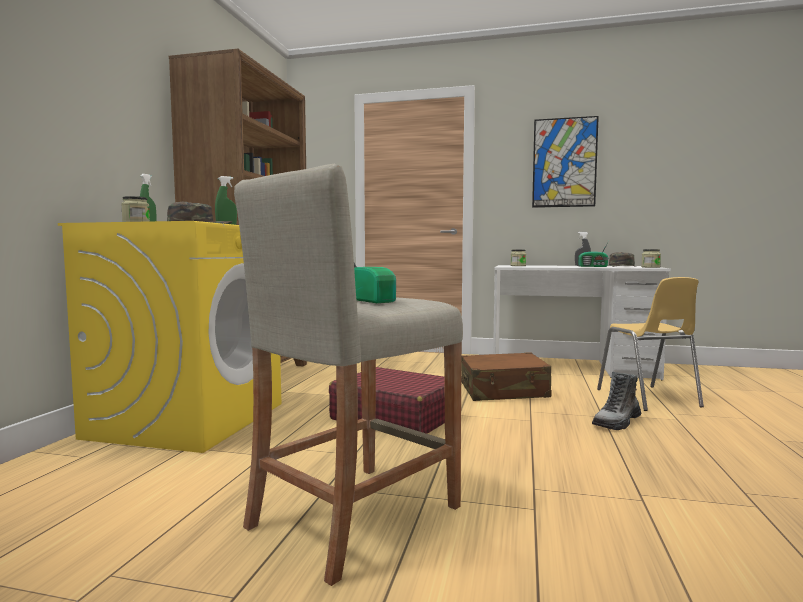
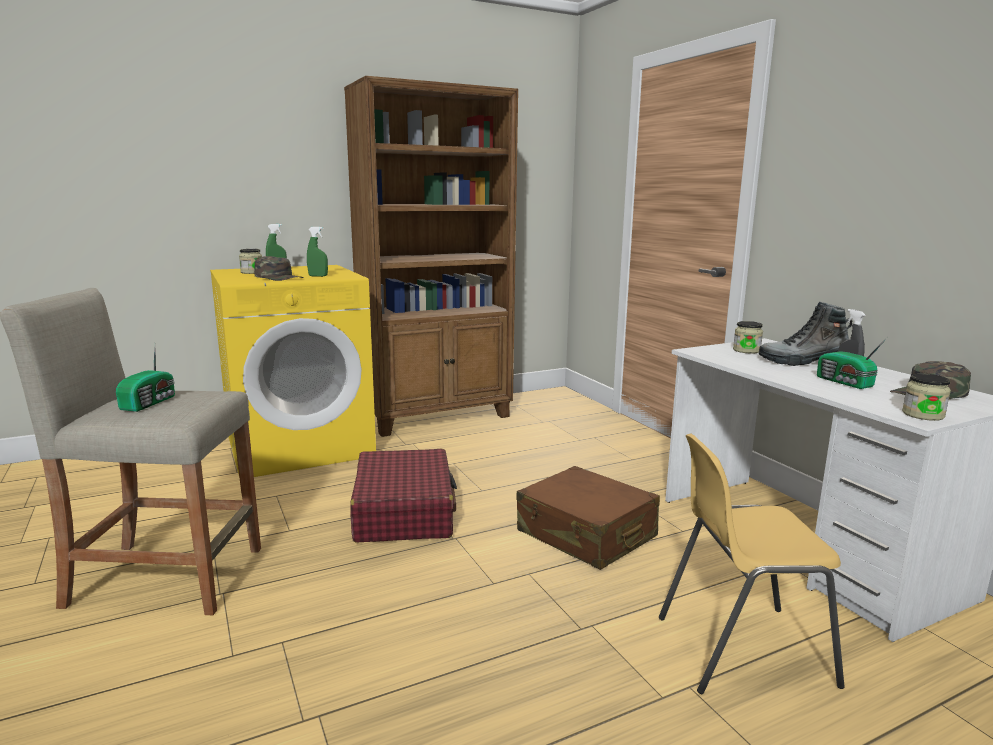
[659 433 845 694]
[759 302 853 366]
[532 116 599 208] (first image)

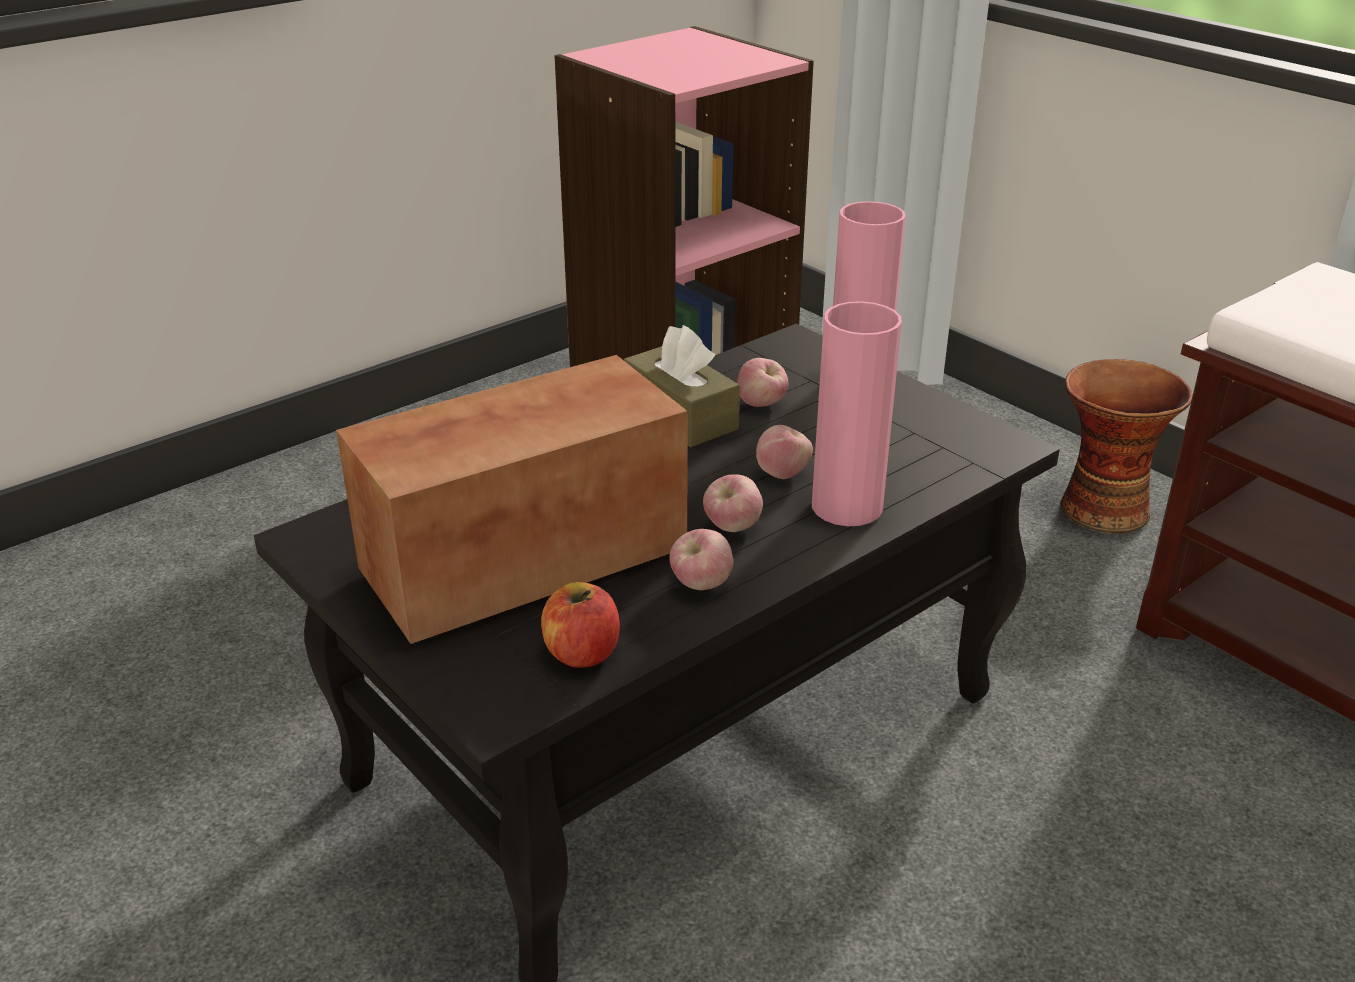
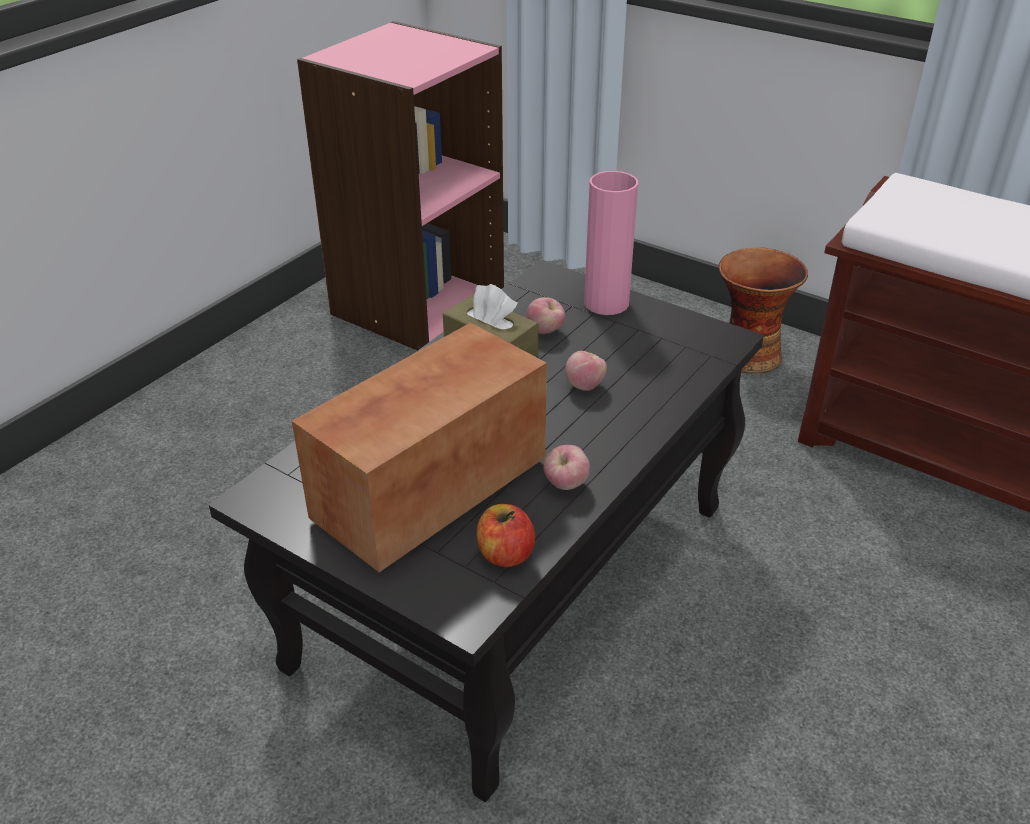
[703 474 763 532] (first image)
[812 301 902 526] (first image)

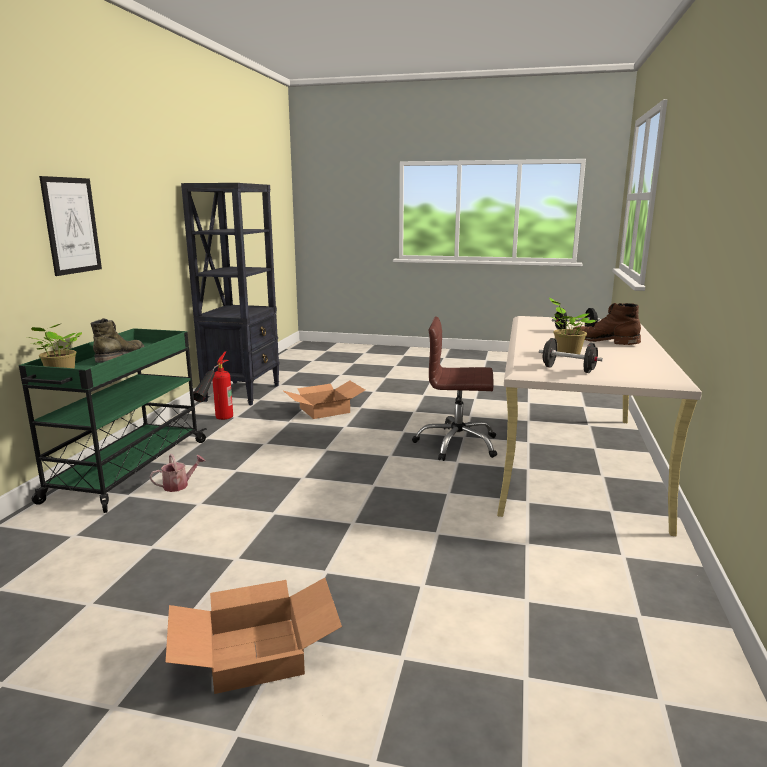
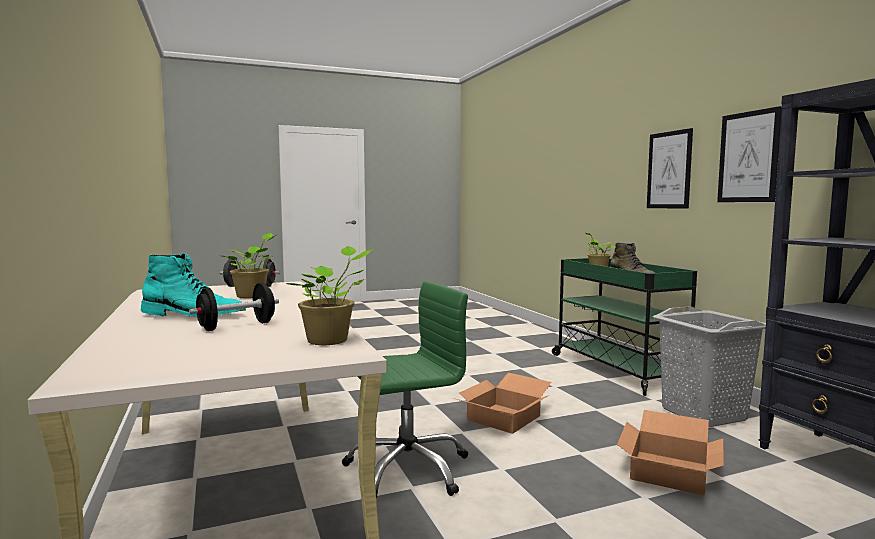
[141 253 246 316]
[285 246 373 345]
[342 281 468 499]
[453 373 551 434]
[653 306 766 427]
[717 106 782 202]
[150 454 205 492] (first image)

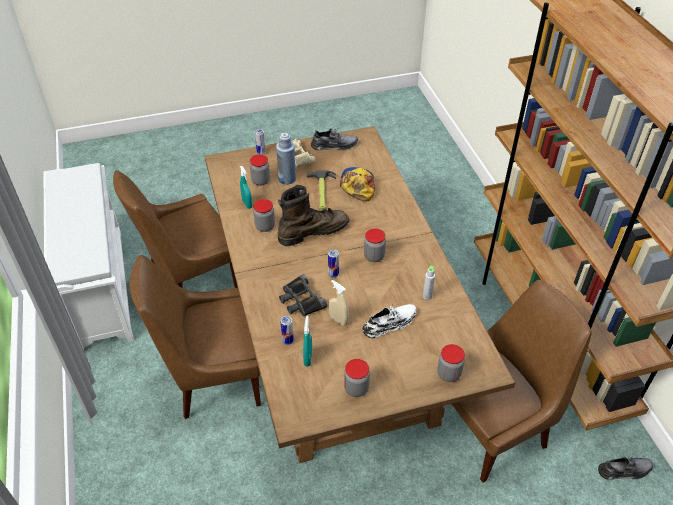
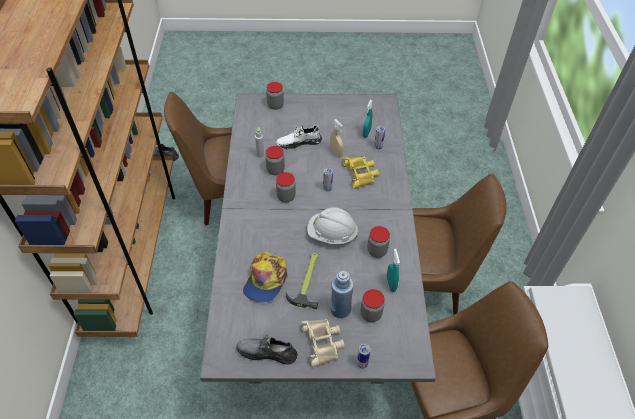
[200 93 436 384]
[265 146 285 175]
[307 207 358 244]
[342 156 379 189]

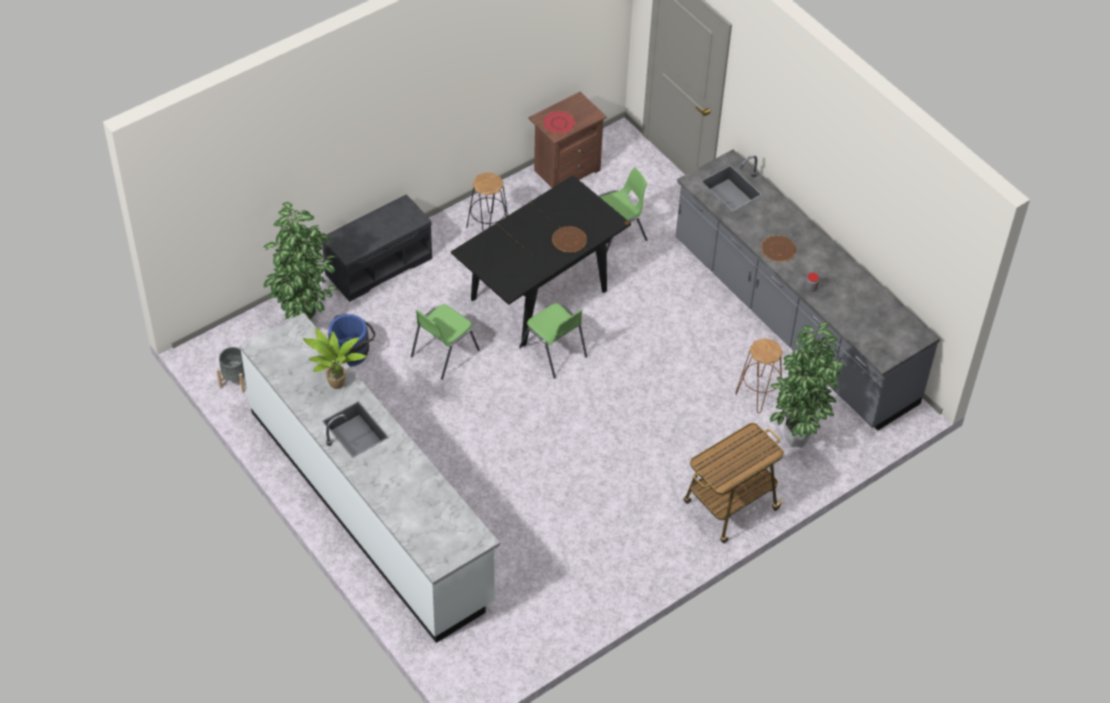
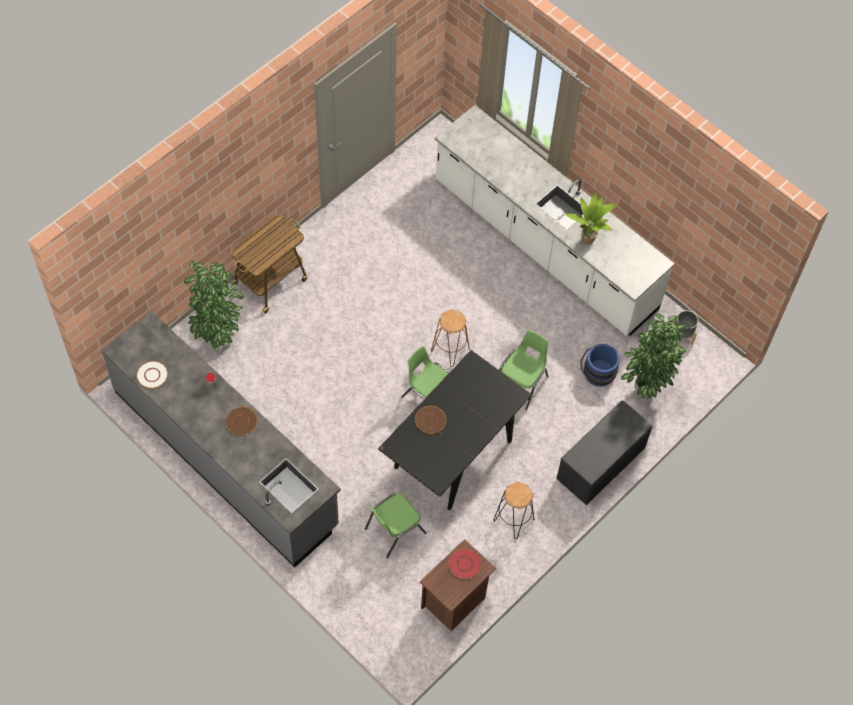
[136 361 168 389]
[431 309 470 367]

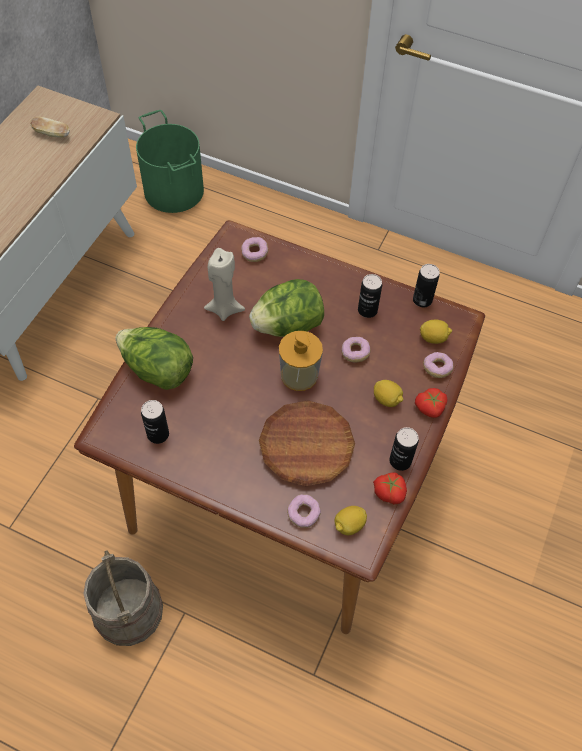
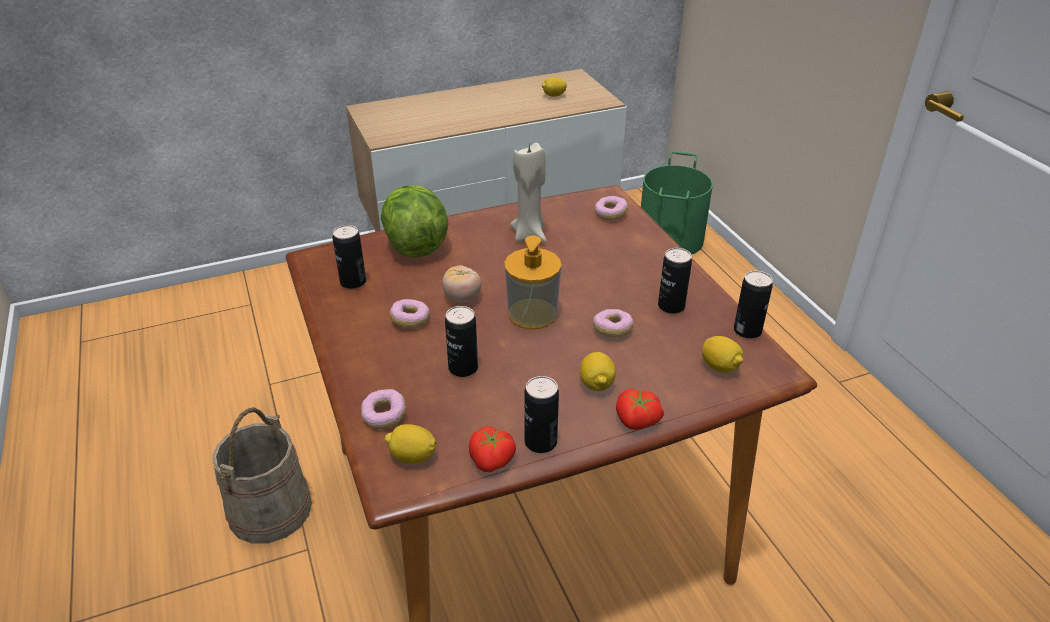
[390 299 430 328]
[442 265 481 303]
[445 306 478 377]
[542 77 567 97]
[249 279 324 337] (first image)

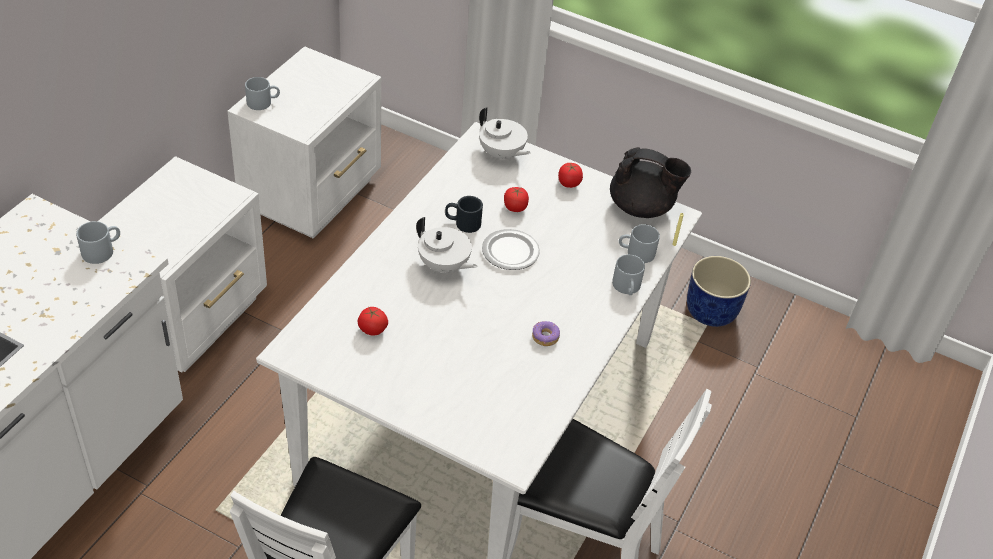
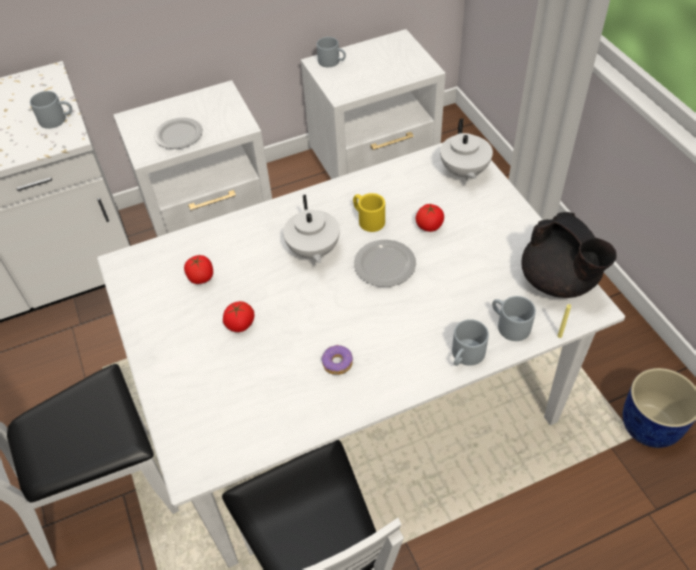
[154 118 203 149]
[223 301 255 332]
[353 193 385 232]

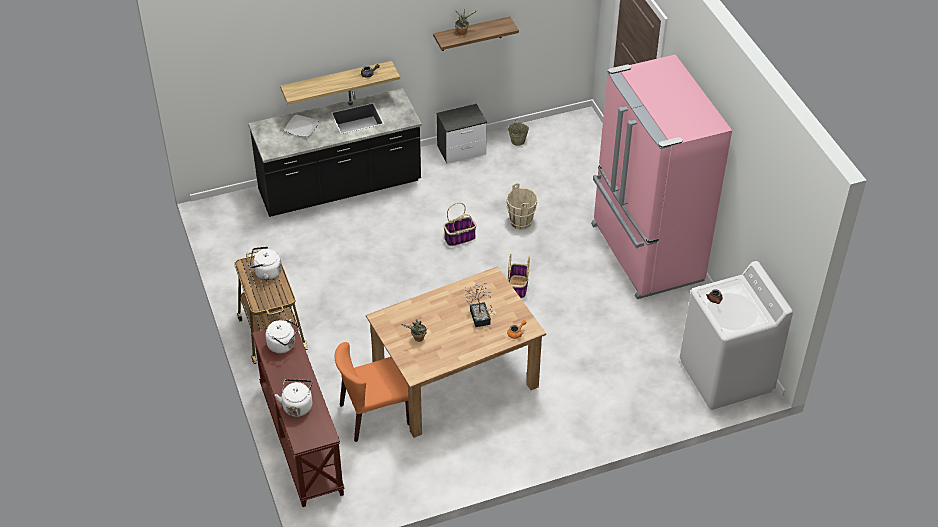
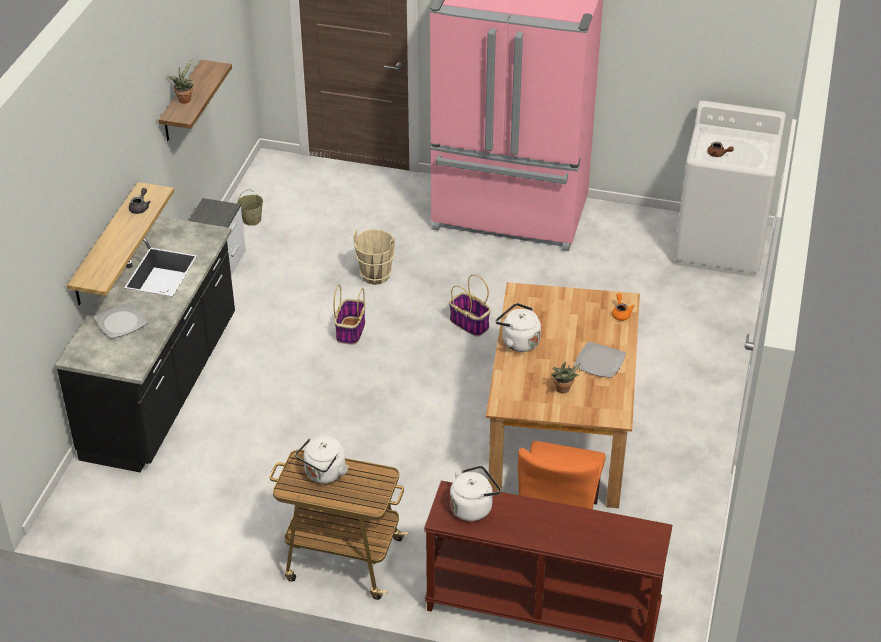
[496 303 541 352]
[574 342 626 378]
[463 283 495 327] (first image)

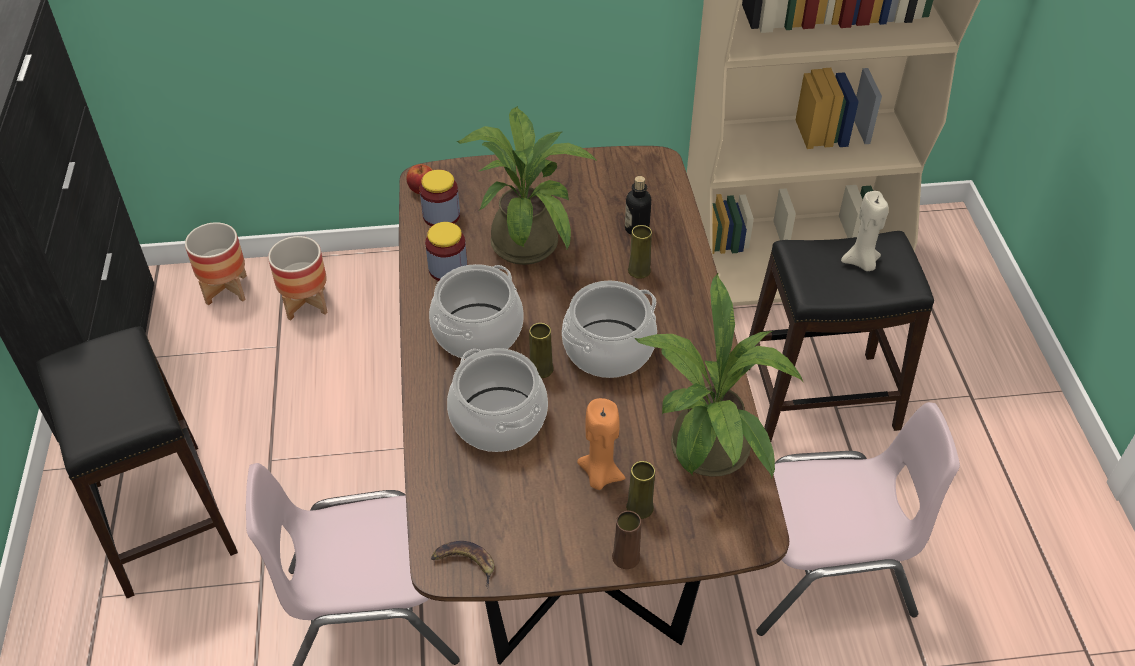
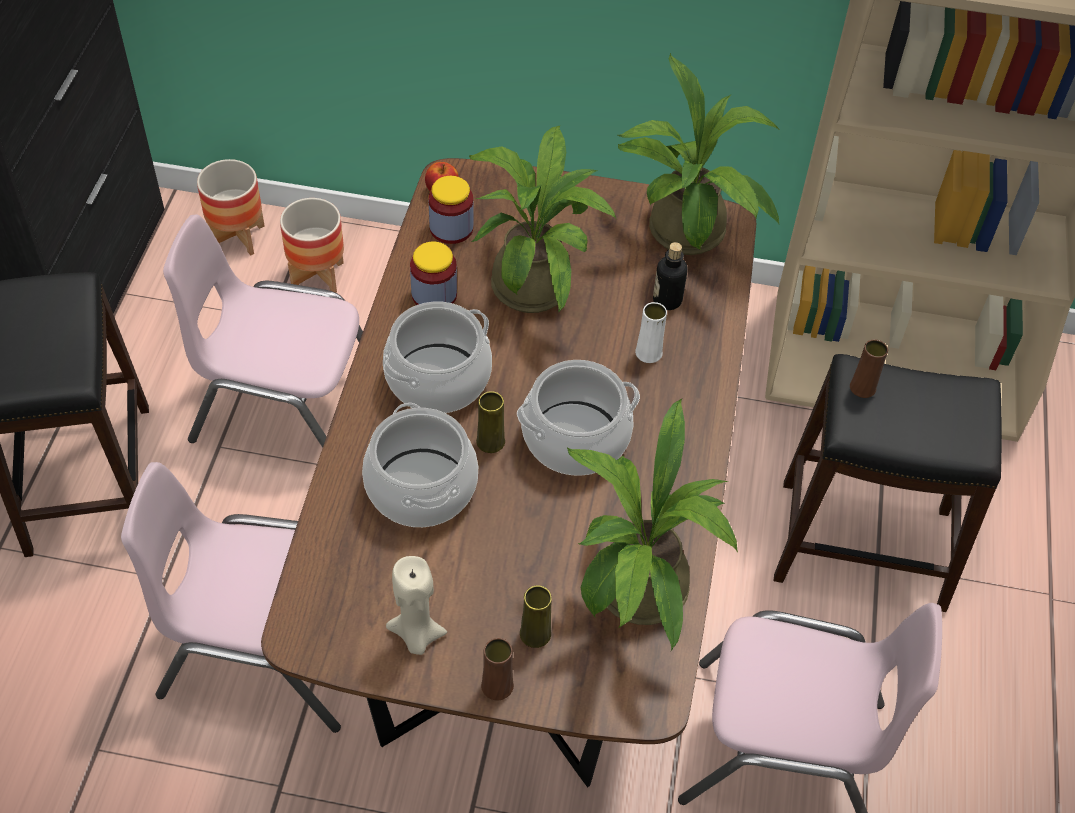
[163 215 363 447]
[386 556 447 655]
[618 53 780 255]
[635 302 667 363]
[850 339 888 398]
[431 541 494 588] (first image)
[577 398 626 490] (first image)

